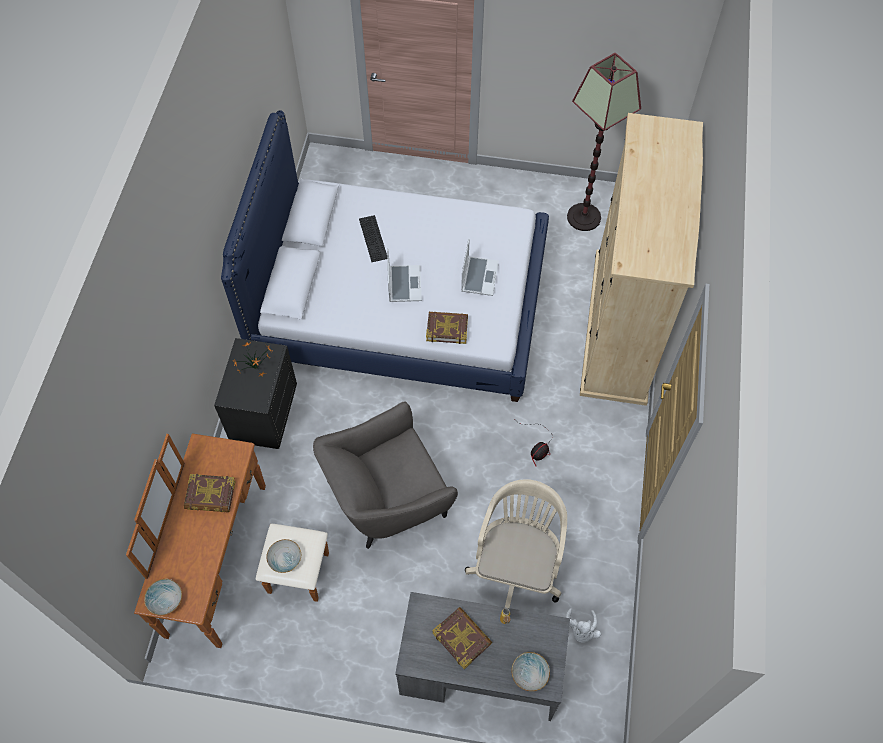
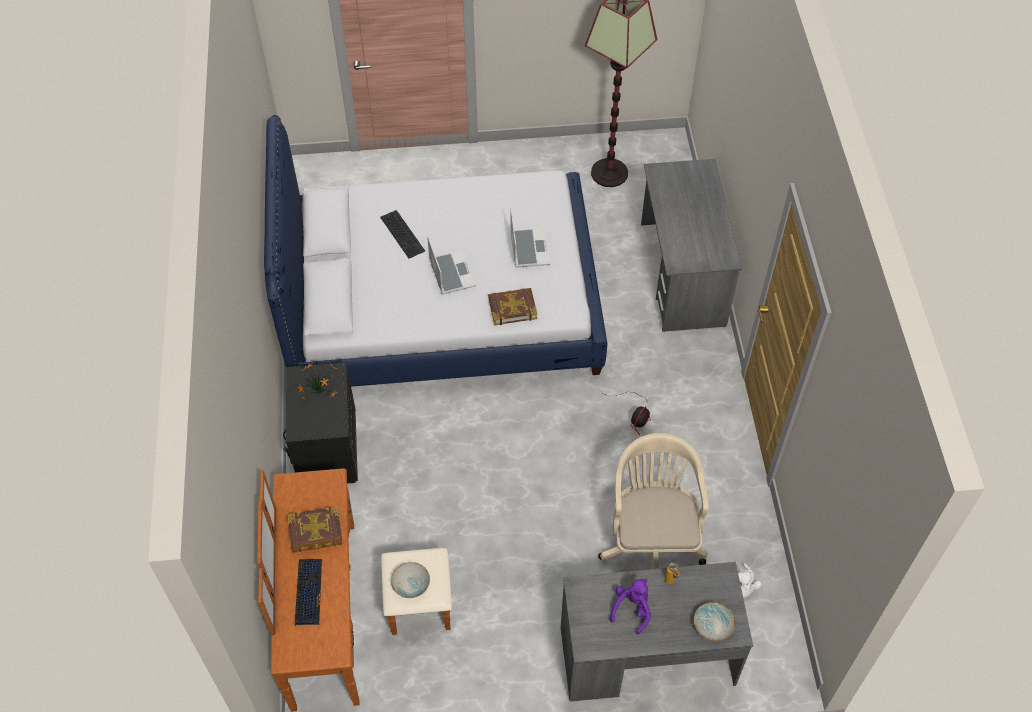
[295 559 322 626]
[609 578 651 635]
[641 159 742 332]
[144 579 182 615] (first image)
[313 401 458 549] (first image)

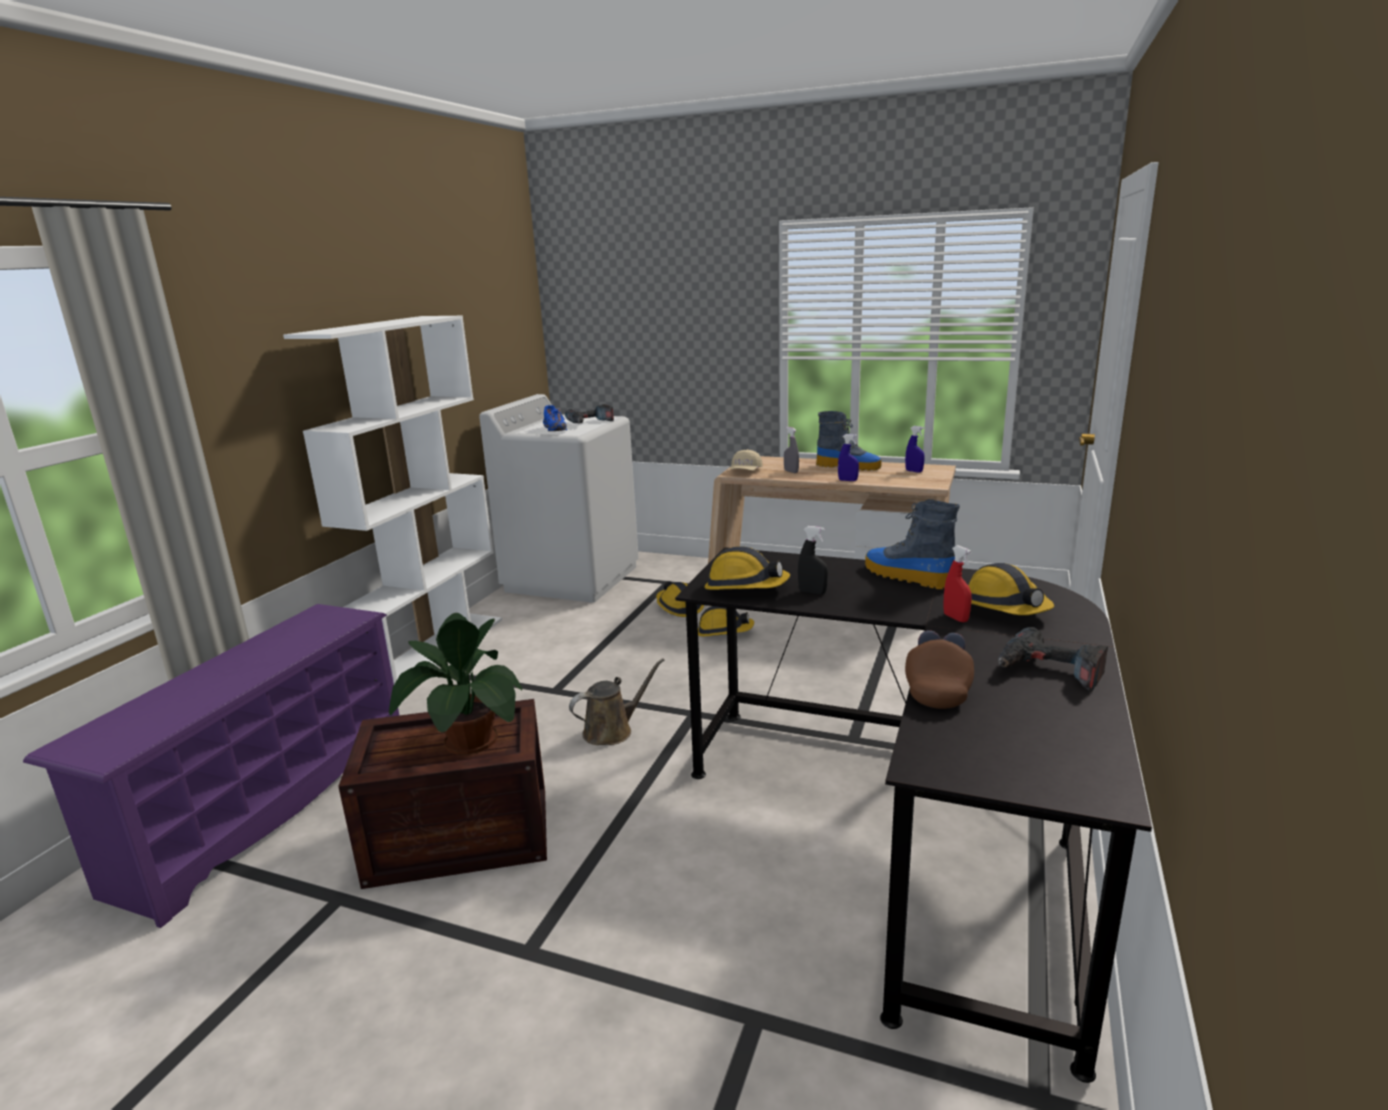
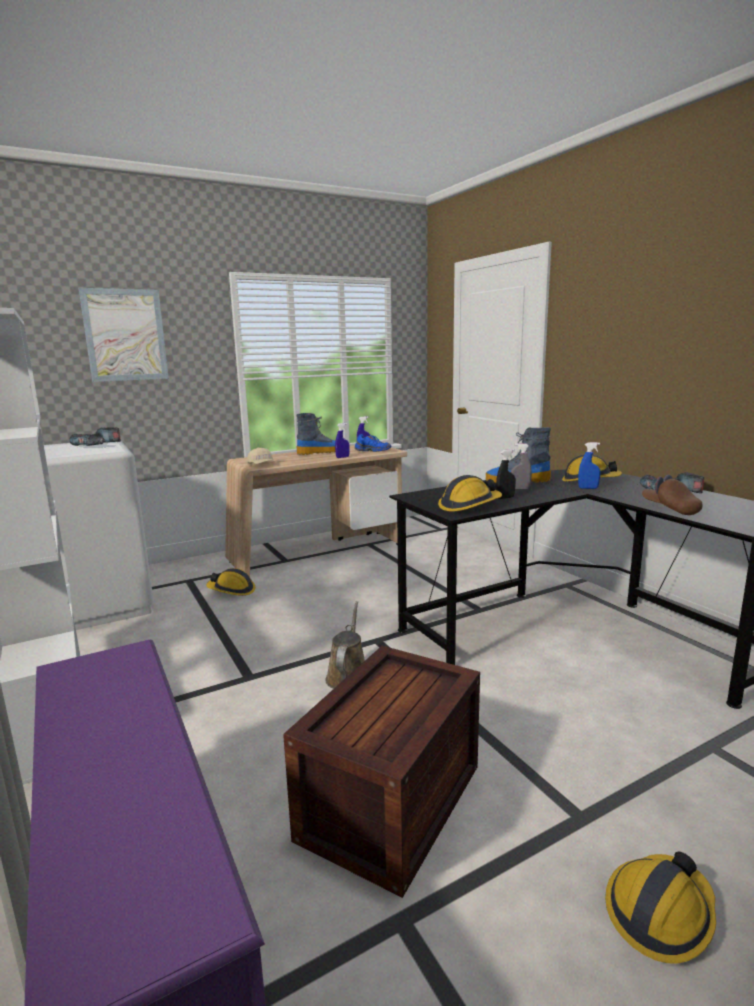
[79 288 169 382]
[355 434 391 452]
[511 443 532 490]
[578 442 601 489]
[605 851 716 964]
[389 613 522 755] (first image)

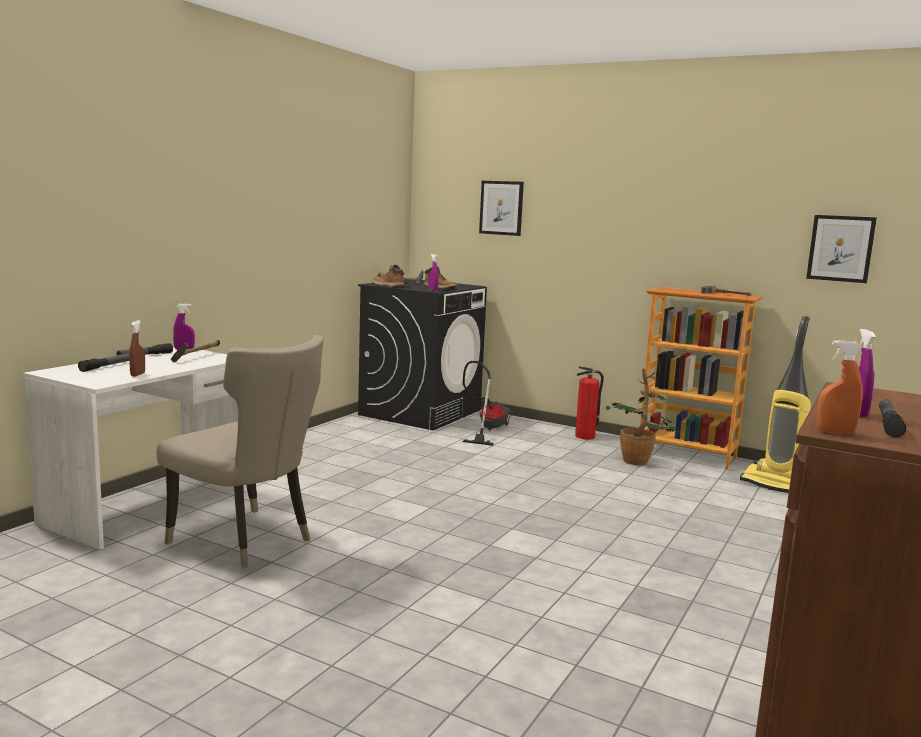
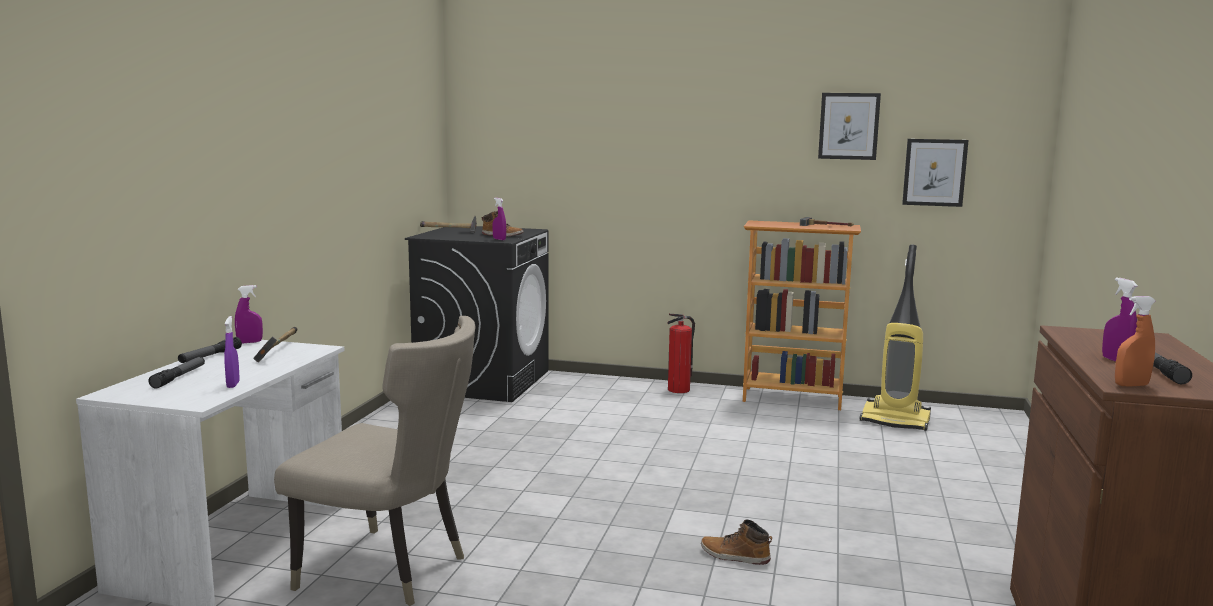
[224 316 240 388]
[701 520 772 565]
[818 93 881 160]
[462 361 511 446] (first image)
[606 368 678 465] (first image)

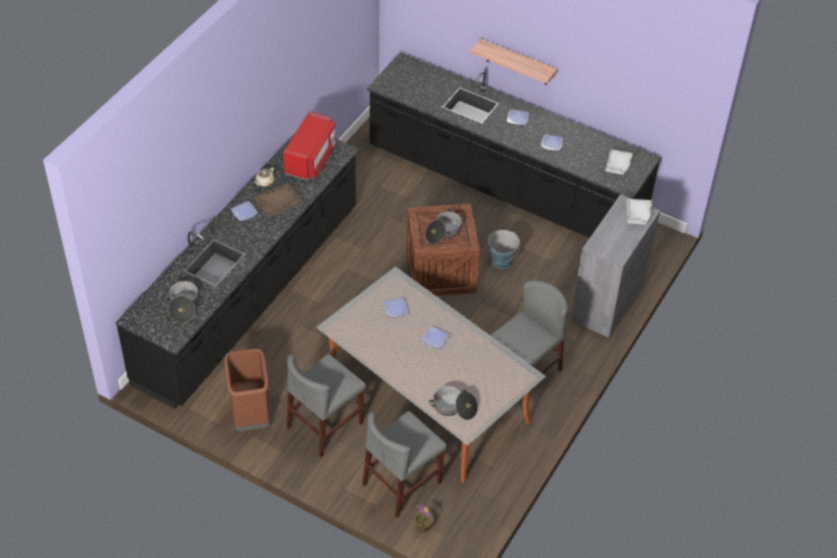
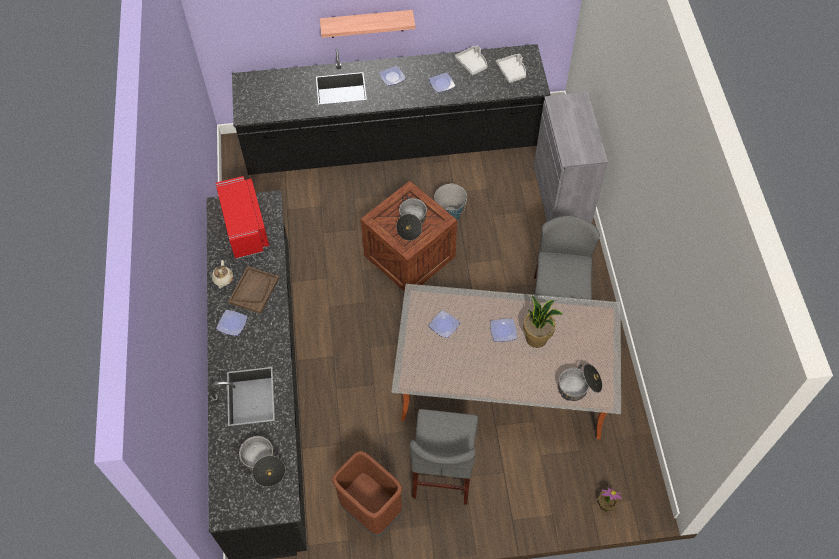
[455 45 487 76]
[523 295 563 348]
[362 411 447 517] (first image)

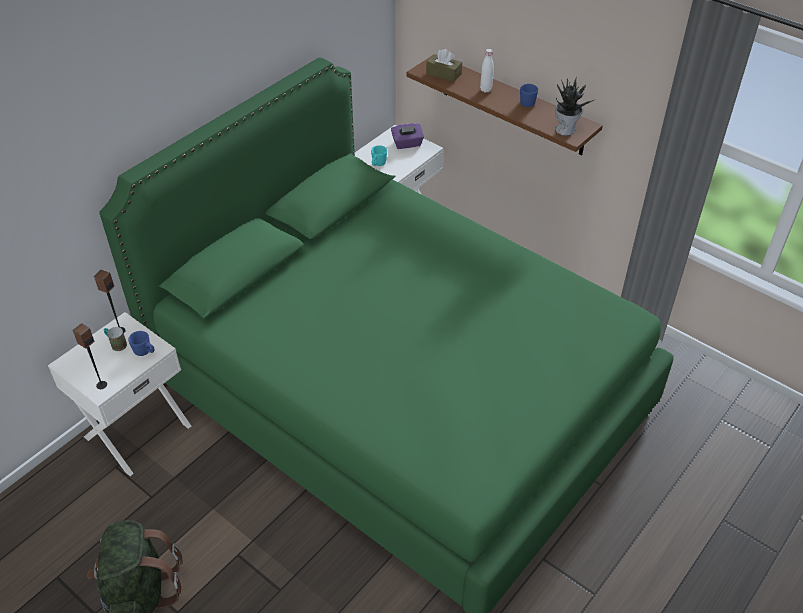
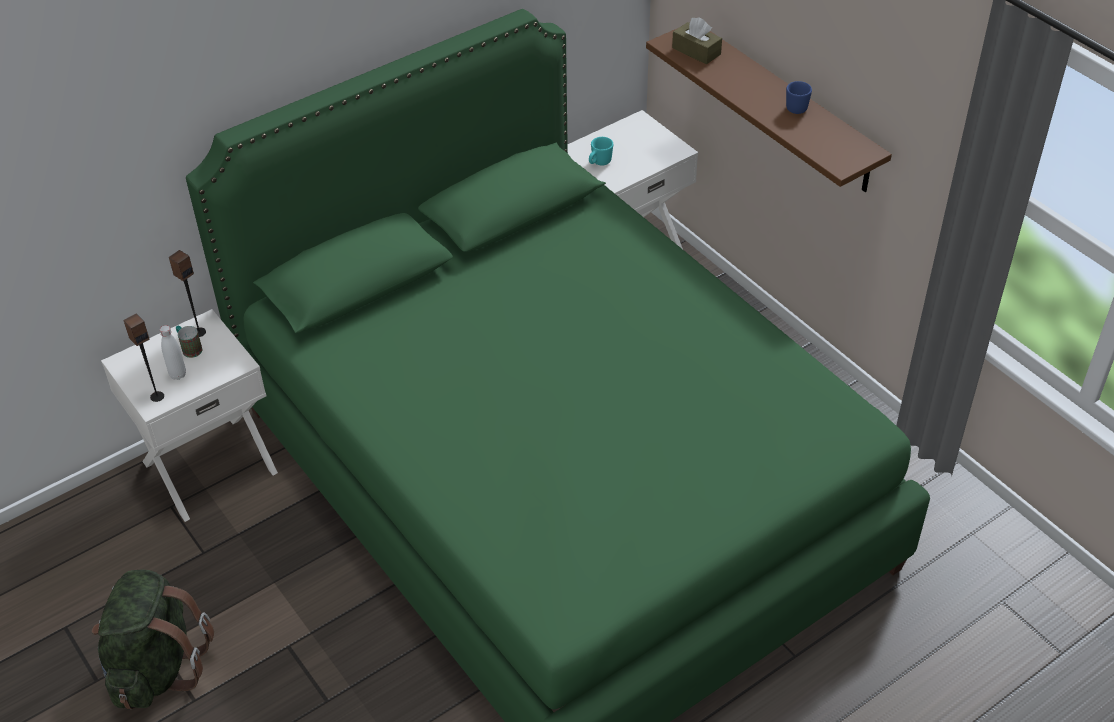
[160 325 186 380]
[128 331 155 356] (first image)
[391 123 424 149] (first image)
[555 77 594 136] (first image)

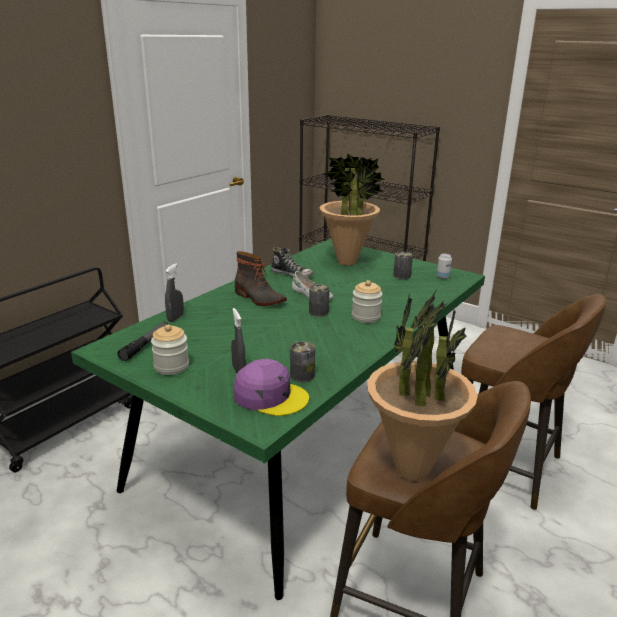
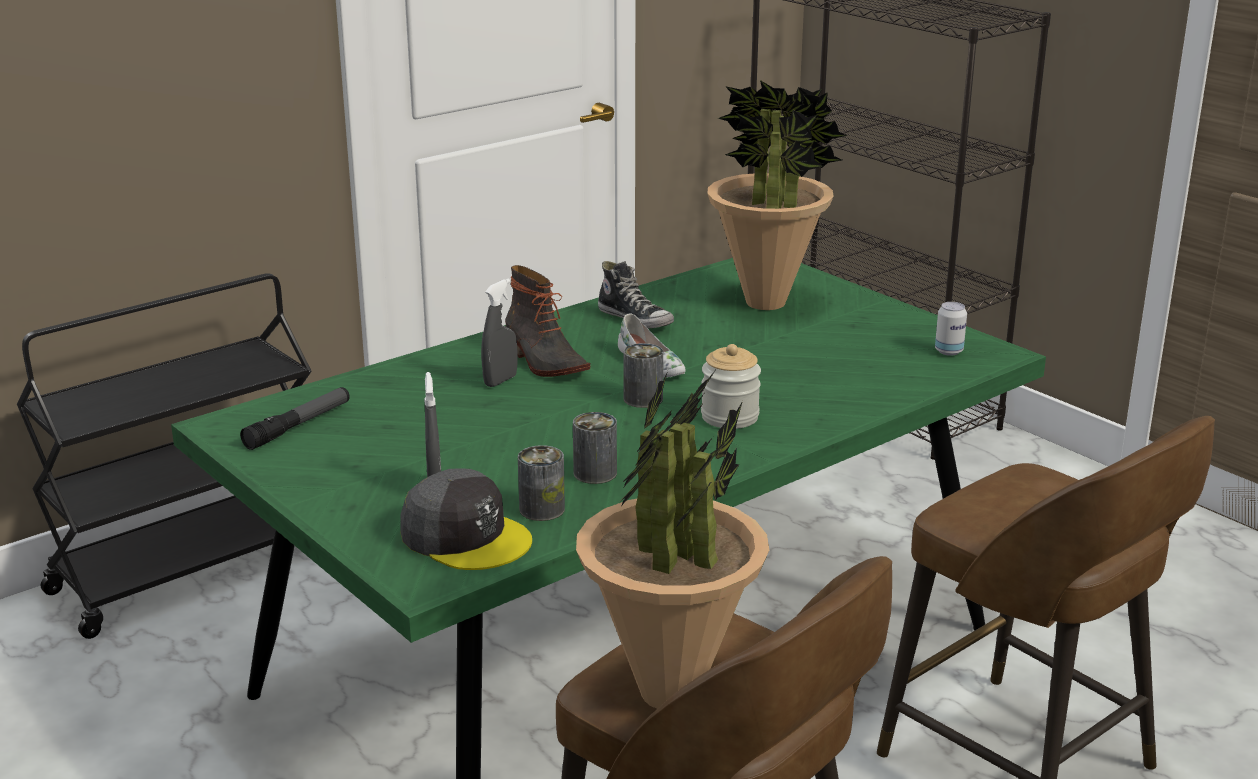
[400 468 532 570]
[481 279 518 387]
[573 412 617 484]
[151 325 189 375] (first image)

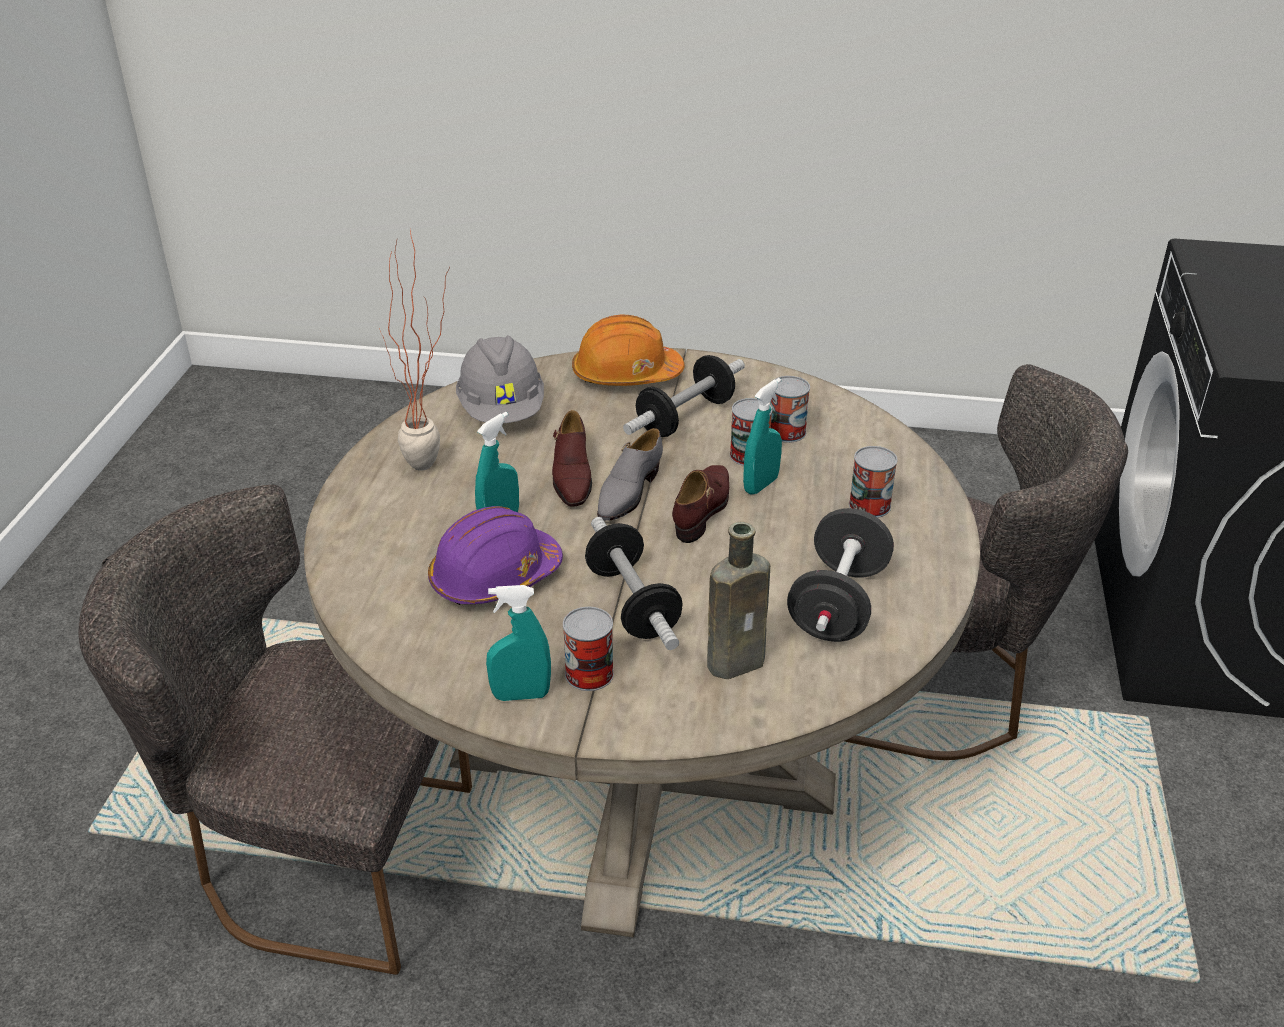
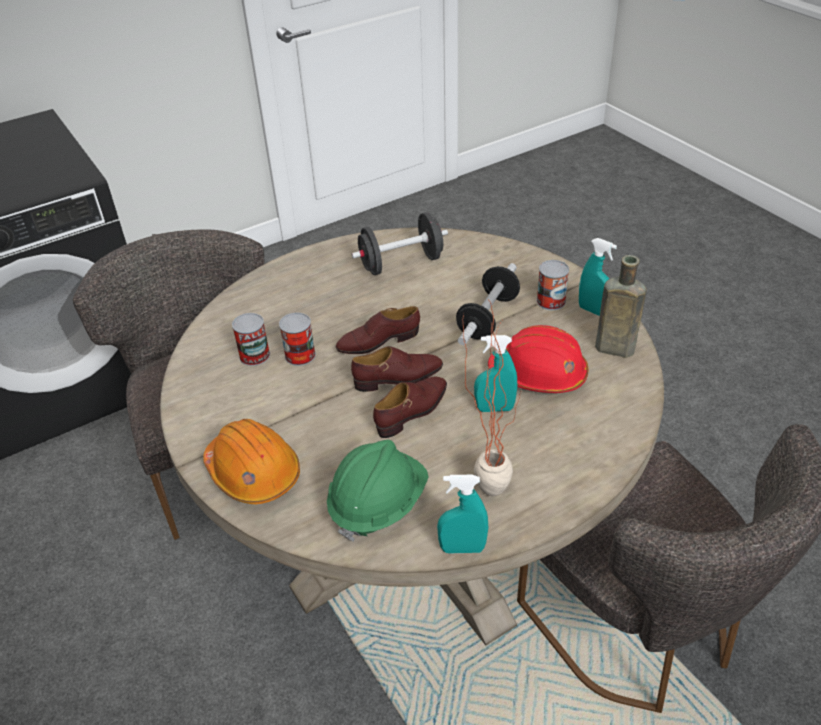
[327 439 429 542]
[351 346 443 392]
[437 475 488 554]
[488 325 589 393]
[595 255 647 358]
[623 355 745 437] (first image)
[849 446 898 518] (first image)

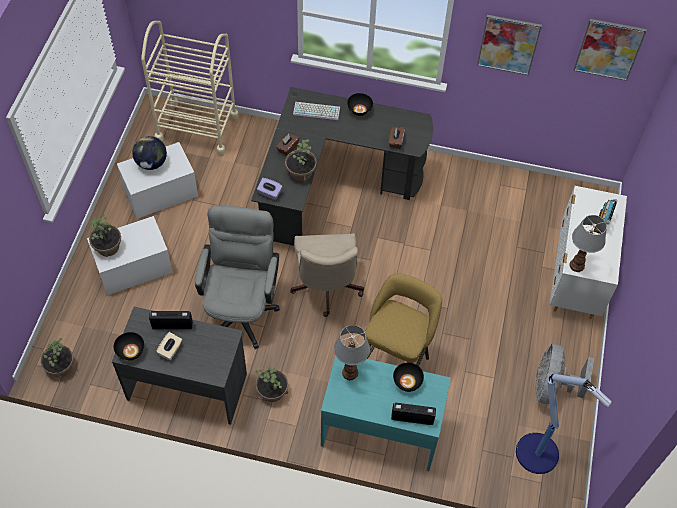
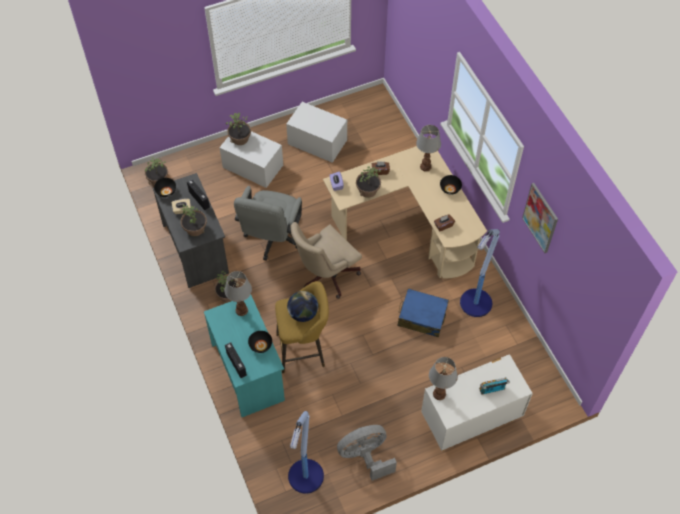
[181 205 207 236]
[234 186 302 261]
[287 291 318 322]
[323 146 487 278]
[397 289 449 337]
[416 125 441 172]
[460 229 500 317]
[141 21 239 155] (first image)
[574 19 647 81] (first image)

